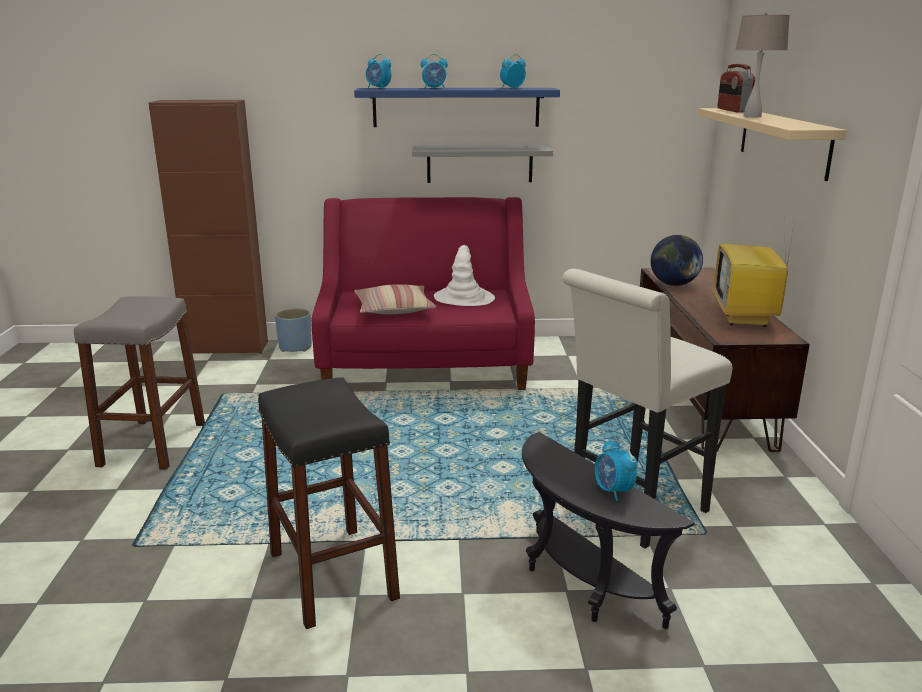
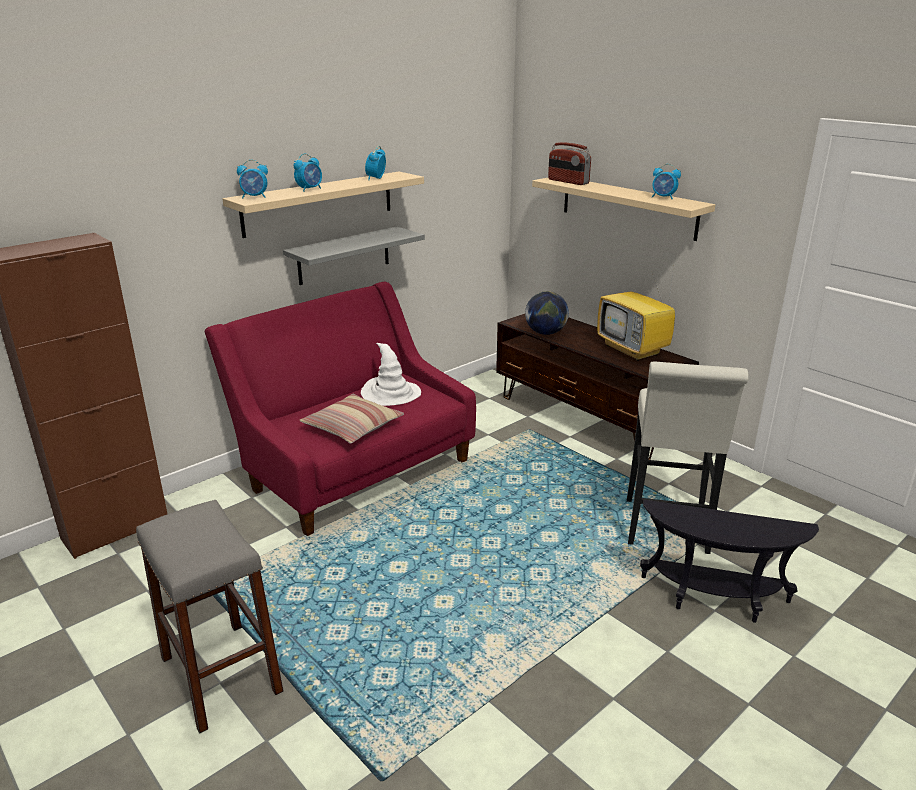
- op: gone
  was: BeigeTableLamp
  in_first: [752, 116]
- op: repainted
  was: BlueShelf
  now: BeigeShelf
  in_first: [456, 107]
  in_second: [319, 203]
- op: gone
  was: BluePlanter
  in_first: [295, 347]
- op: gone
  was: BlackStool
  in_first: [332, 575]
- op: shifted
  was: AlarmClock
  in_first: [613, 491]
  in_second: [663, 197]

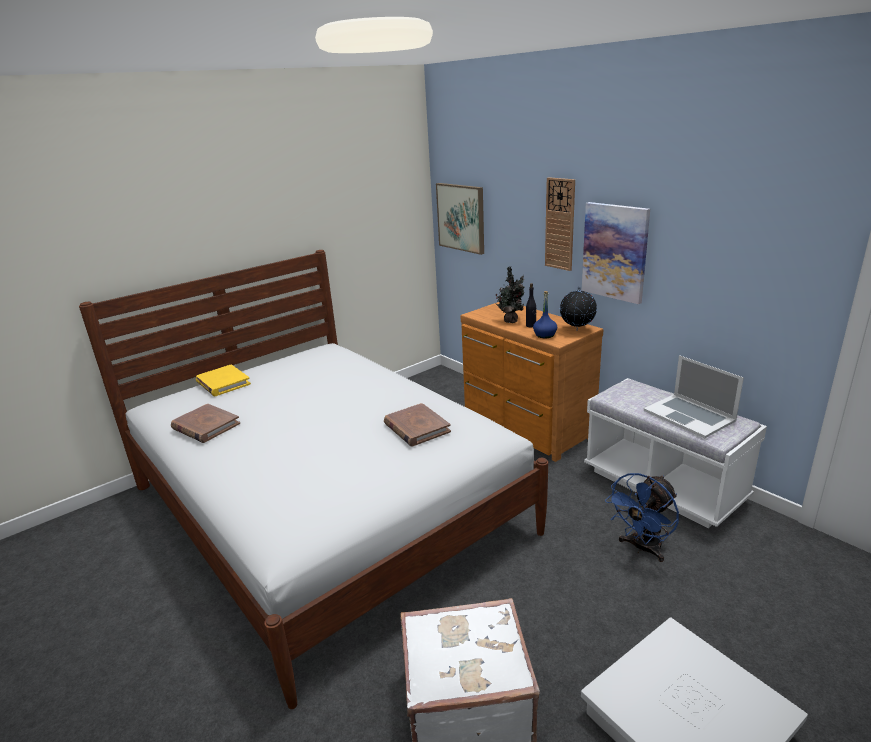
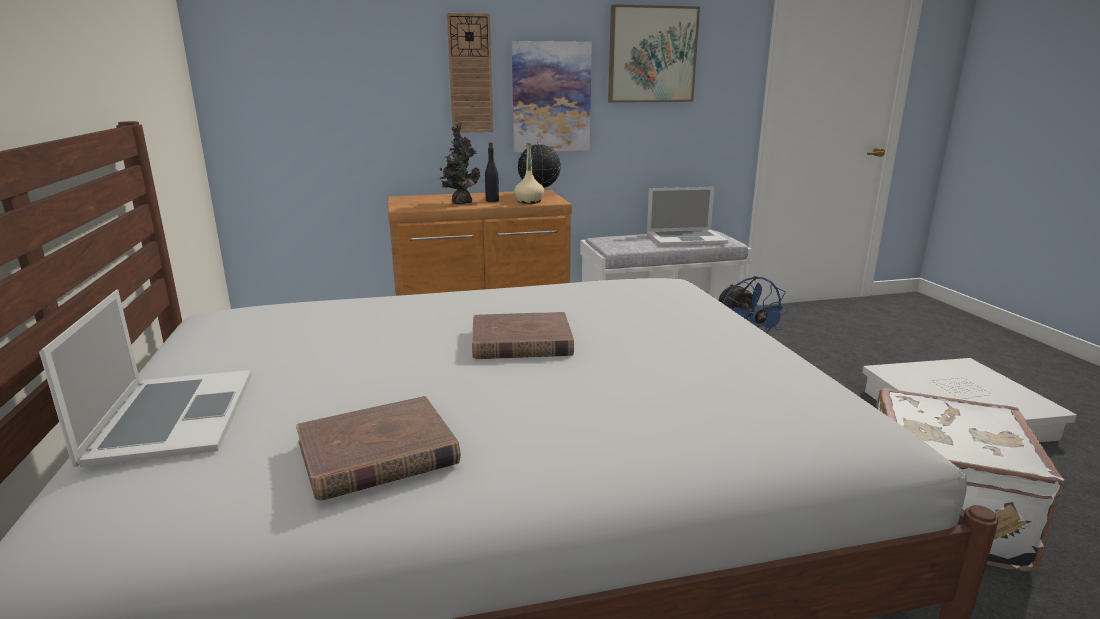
- op: shifted
  was: Picture
  in_first: [461, 217]
  in_second: [652, 55]
- op: repainted
  was: BlueBottle
  now: BeigeBottle
  in_first: [545, 335]
  in_second: [529, 201]
- op: swapped
  was: YellowBook
  now: Laptop
  in_first: [223, 383]
  in_second: [171, 416]
- op: shifted
  was: BrownBook
  in_first: [416, 428]
  in_second: [521, 342]

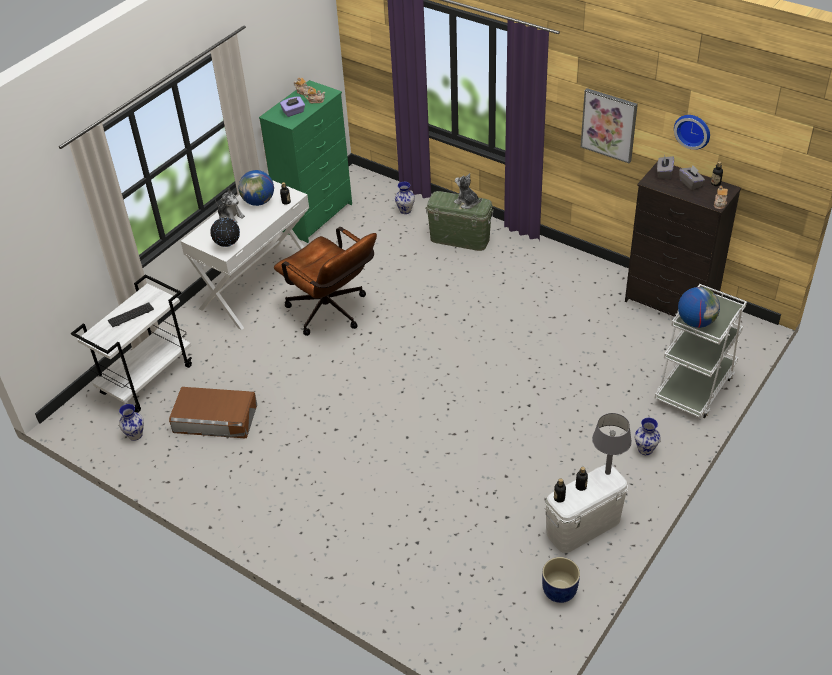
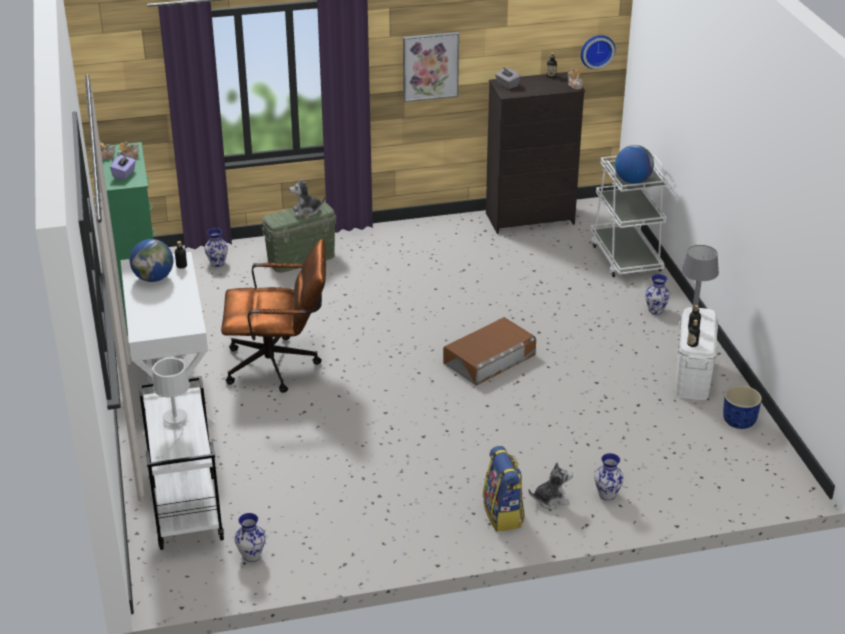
- op: shifted
  was: WallClock
  in_first: [693, 130]
  in_second: [596, 50]
- op: gone
  was: GreyTissueBox
  in_first: [690, 183]
- op: shifted
  was: PlushToy
  in_first: [230, 216]
  in_second: [550, 499]
- op: gone
  was: Globe
  in_first: [228, 246]
- op: swapped
  was: Keyboard
  now: WhiteTableLamp
  in_first: [131, 315]
  in_second: [175, 424]
- op: shifted
  was: BrownStorageBox
  in_first: [215, 418]
  in_second: [489, 359]
- op: new
  now: Backpack
  in_second: [503, 515]
- op: new
  now: Vase
  in_second: [607, 494]

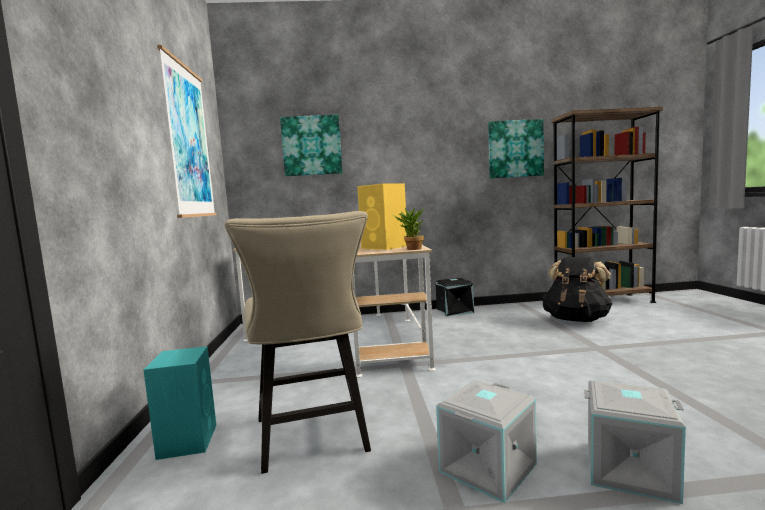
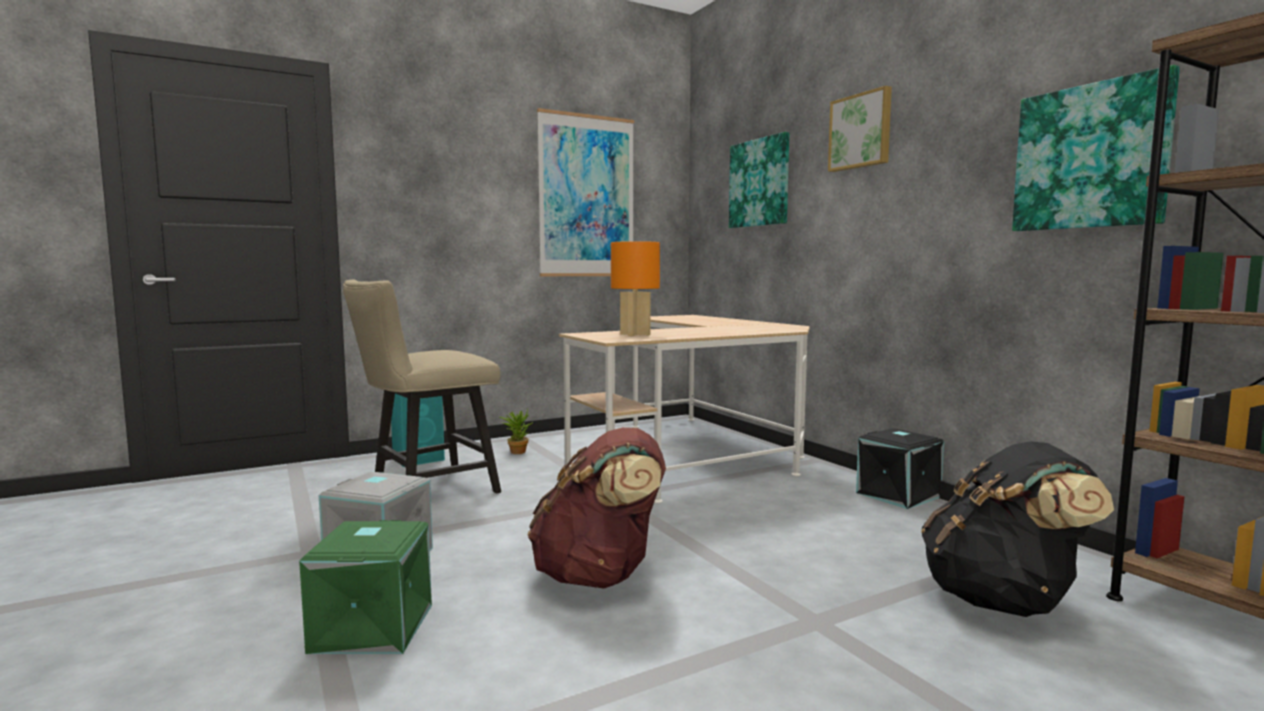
- op: swapped
  was: YellowSpeaker
  now: OrangeTableLamp
  in_first: [385, 247]
  in_second: [635, 334]
- op: shifted
  was: PottedPlant
  in_first: [411, 249]
  in_second: [517, 451]
- op: repainted
  was: GreyStorageBox
  now: GreenStorageBox
  in_first: [629, 471]
  in_second: [370, 627]
- op: new
  now: Picture
  in_second: [861, 131]
- op: new
  now: BrownBackpack
  in_second: [600, 575]

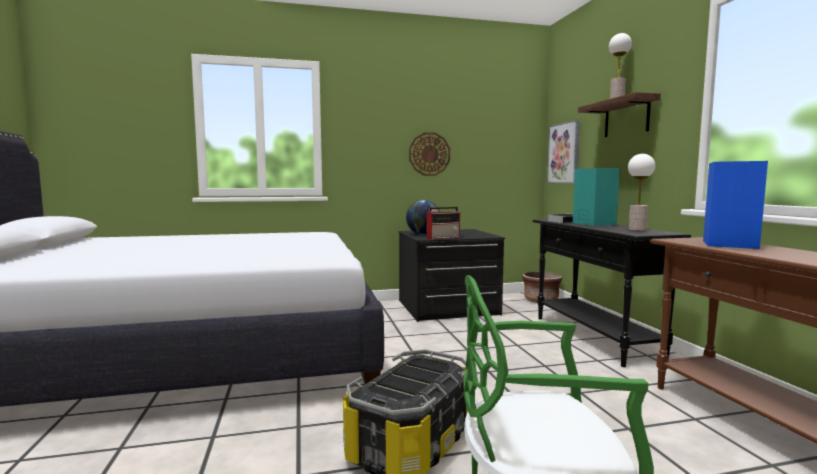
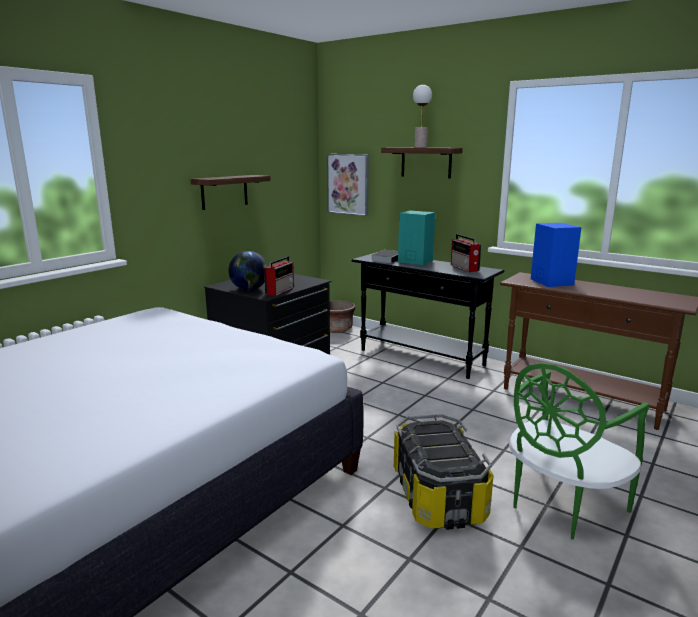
- op: swapped
  was: WallClock
  now: Shelf
  in_first: [429, 154]
  in_second: [224, 192]
- op: swapped
  was: TableLamp
  now: Radio
  in_first: [637, 230]
  in_second: [464, 268]

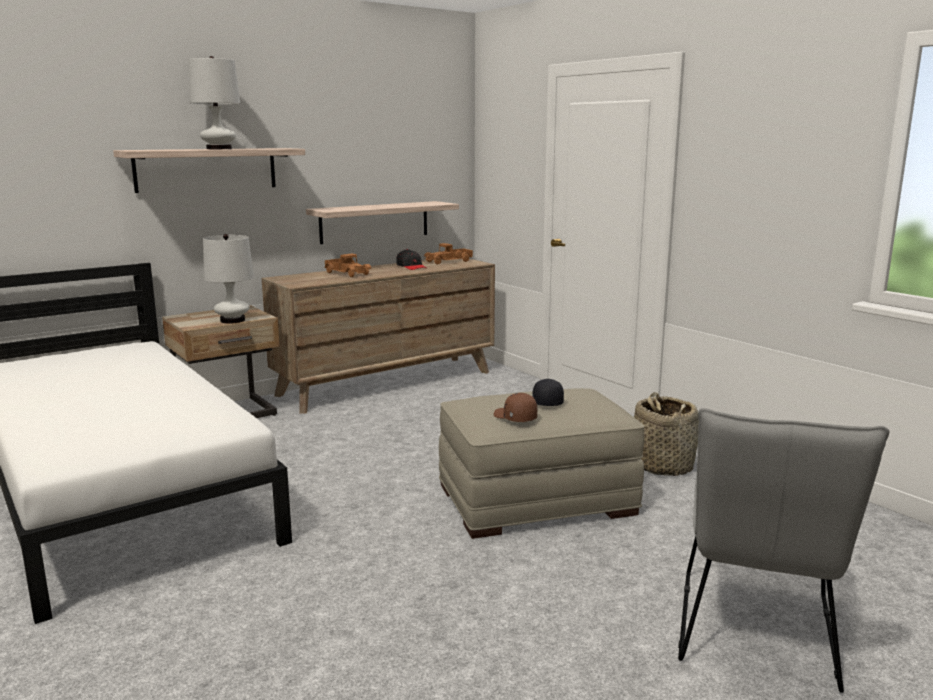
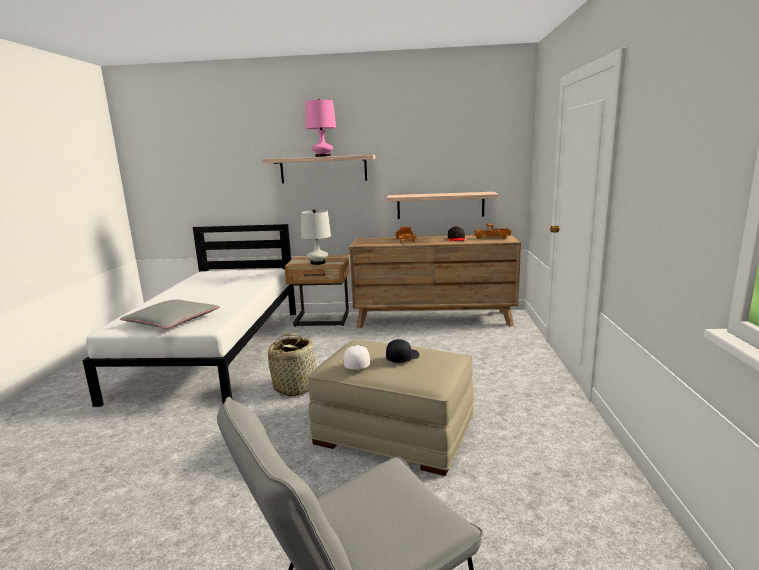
- op: repainted
  was: WhiteTableLamp
  now: PinkTableLamp
  in_first: [219, 149]
  in_second: [323, 156]
- op: shifted
  was: Basket
  in_first: [661, 465]
  in_second: [296, 386]
- op: repainted
  was: BrownCap
  now: WhiteCap
  in_first: [514, 417]
  in_second: [356, 364]
- op: new
  now: GreyPillow
  in_second: [172, 321]

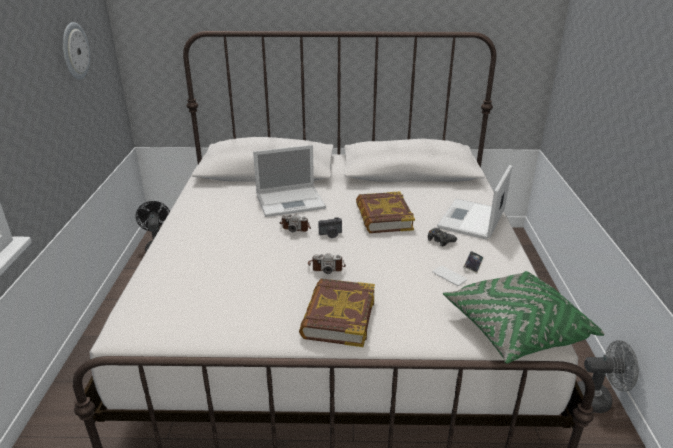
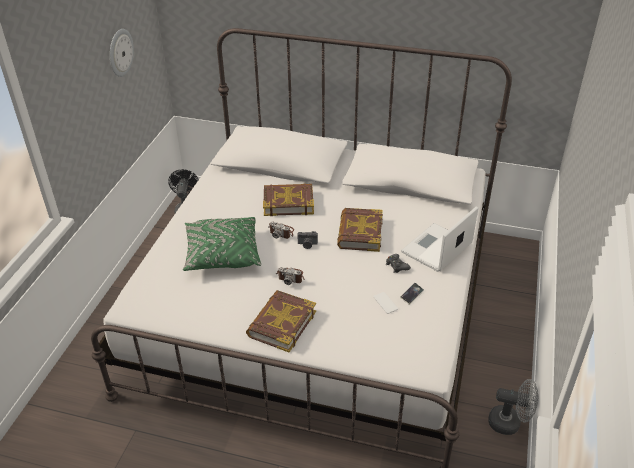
- op: swapped
  was: Laptop
  now: Book
  in_first: [291, 201]
  in_second: [288, 203]
- op: shifted
  was: GreenPillow
  in_first: [515, 330]
  in_second: [222, 254]

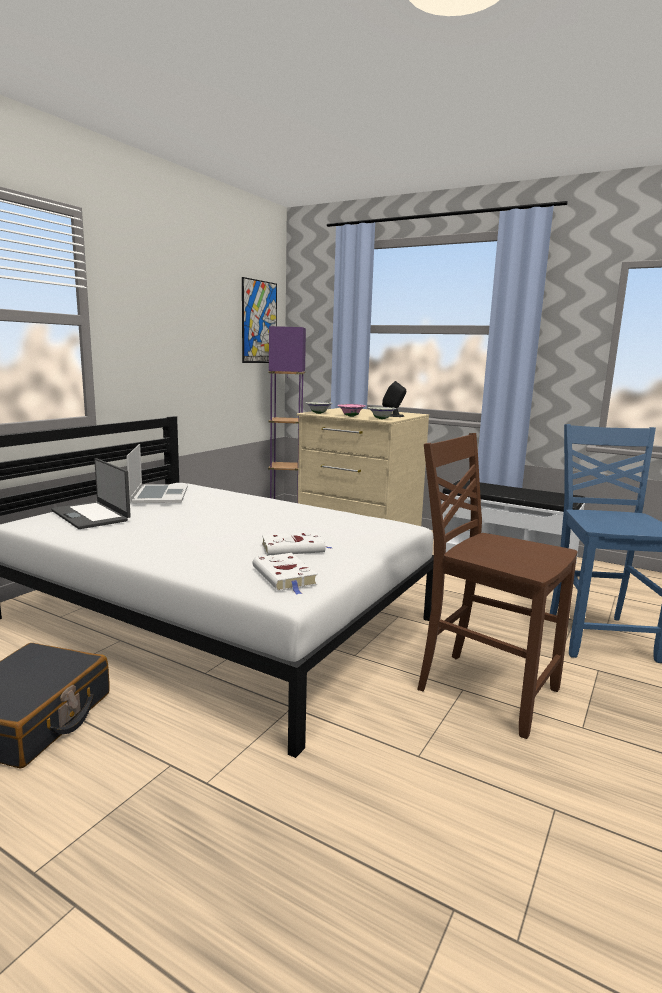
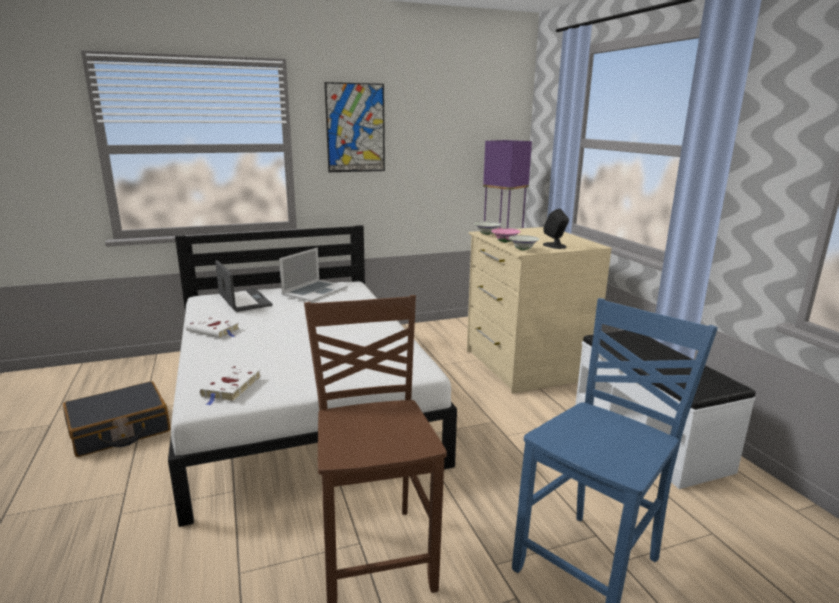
- op: shifted
  was: Picture
  in_first: [259, 322]
  in_second: [355, 128]
- op: rotated
  was: Laptop
  in_first: [91, 515]
  in_second: [244, 300]
  clockwise: 150
- op: shifted
  was: WhiteBook
  in_first: [295, 548]
  in_second: [214, 330]

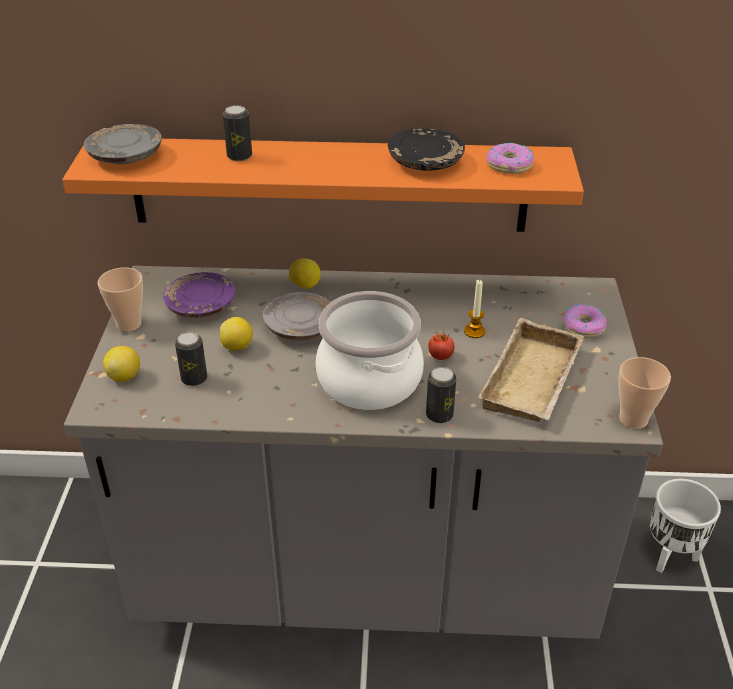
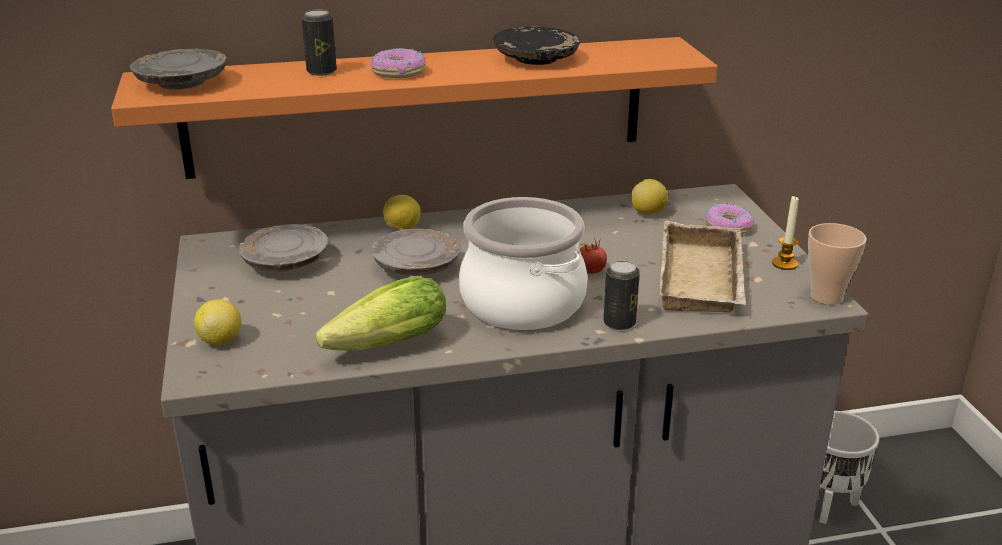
- op: shifted
  was: Donut
  in_first: [509, 165]
  in_second: [398, 72]
- op: gone
  was: Cup
  in_first: [129, 324]
- op: repainted
  was: PurplePlate
  now: GreyPlate
  in_first: [201, 306]
  in_second: [285, 262]
- op: shifted
  was: Candle
  in_first: [474, 331]
  in_second: [784, 264]
- op: shifted
  was: Lemon
  in_first: [237, 347]
  in_second: [648, 213]
- op: gone
  was: Can
  in_first: [194, 378]
- op: new
  now: Lettuce
  in_second: [382, 347]

